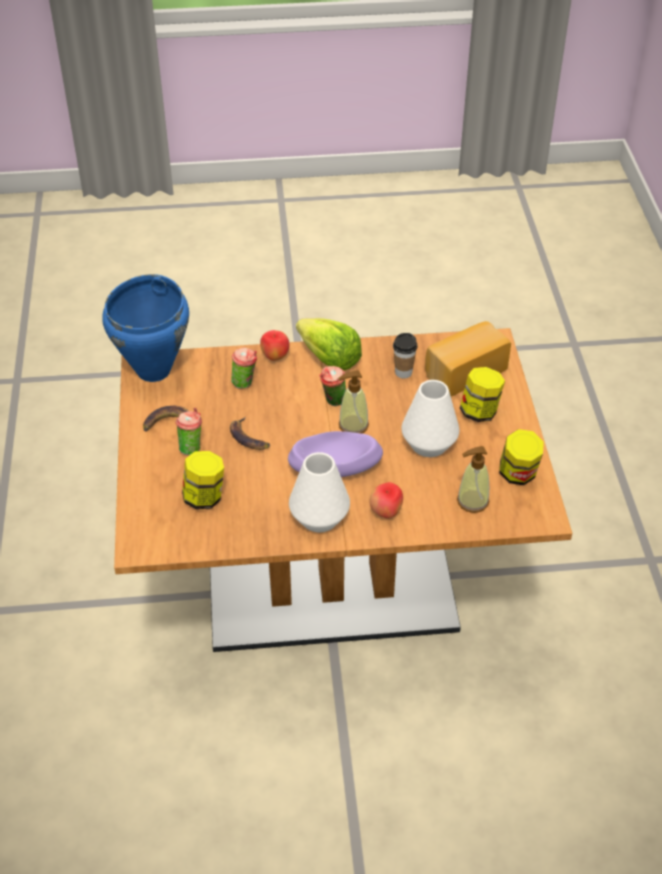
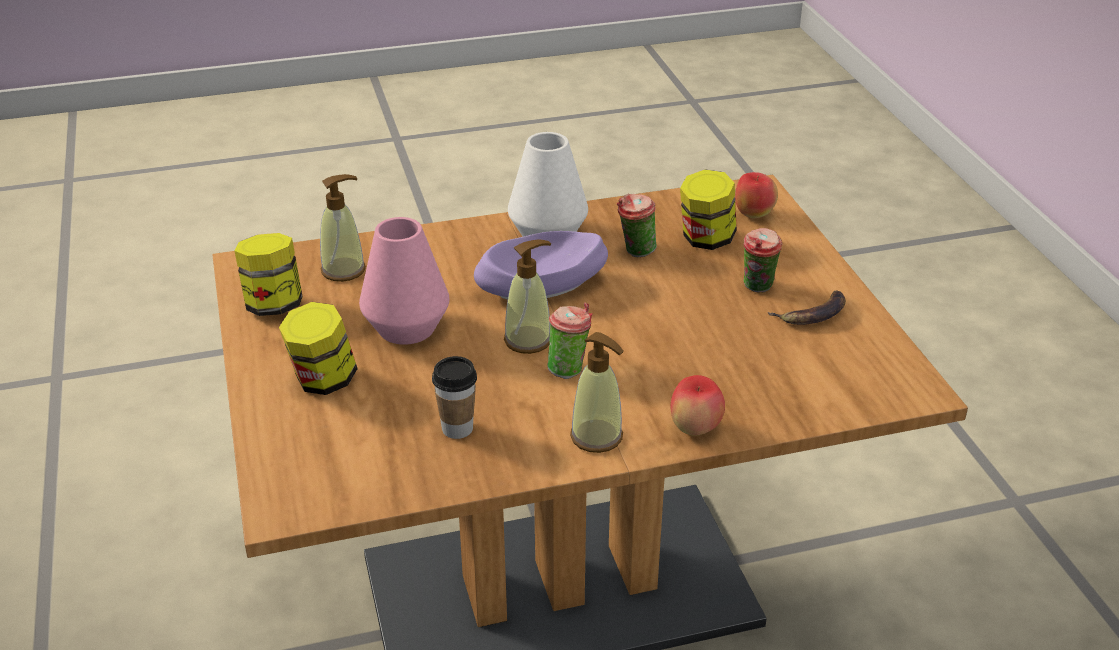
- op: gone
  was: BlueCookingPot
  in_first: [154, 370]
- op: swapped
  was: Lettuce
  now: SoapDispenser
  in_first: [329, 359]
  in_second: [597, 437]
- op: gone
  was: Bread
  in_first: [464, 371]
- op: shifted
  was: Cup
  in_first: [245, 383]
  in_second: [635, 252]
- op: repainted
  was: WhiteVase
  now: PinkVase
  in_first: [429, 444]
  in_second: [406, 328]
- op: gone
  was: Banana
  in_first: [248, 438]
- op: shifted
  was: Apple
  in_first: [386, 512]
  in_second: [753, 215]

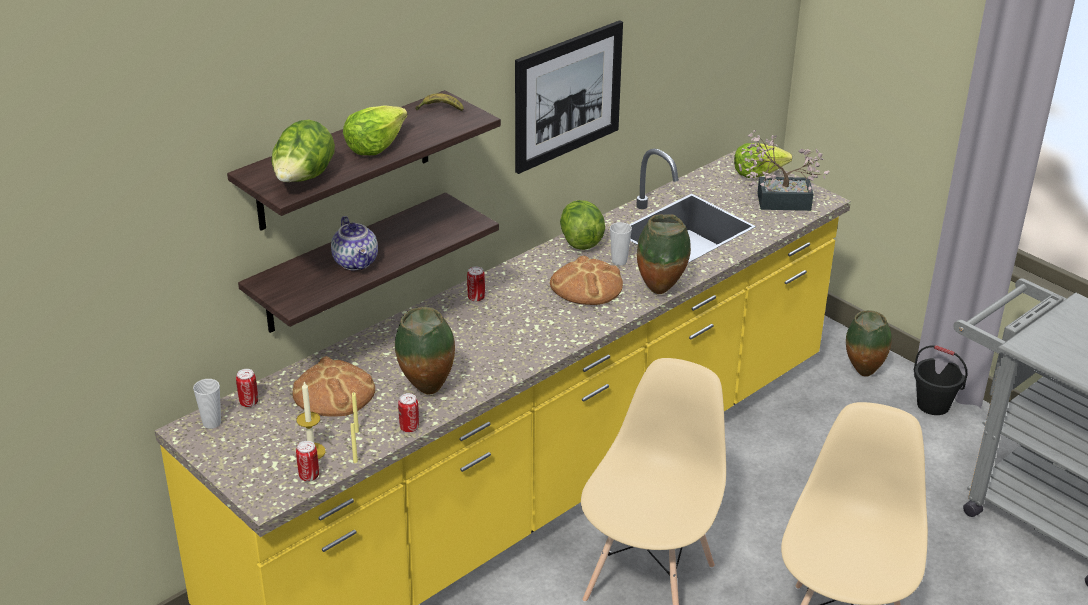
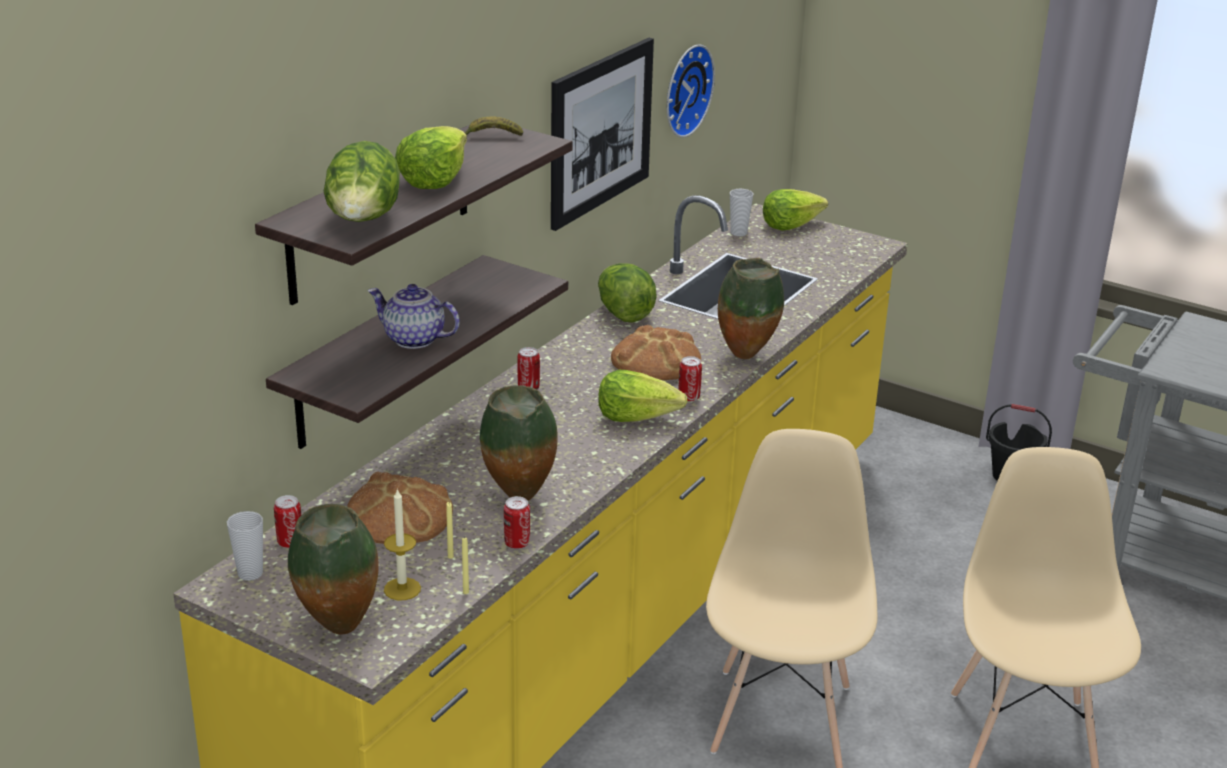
- op: gone
  was: PottedPlant
  in_first: [776, 201]
- op: rotated
  was: Teapot
  in_first: [357, 262]
  in_second: [413, 340]
  clockwise: 150
- op: shifted
  was: Cup
  in_first: [619, 261]
  in_second: [738, 233]
- op: shifted
  was: Vase
  in_first: [863, 374]
  in_second: [339, 631]
- op: shifted
  was: Can
  in_first: [309, 476]
  in_second: [689, 397]
- op: new
  now: WallClock
  in_second: [684, 89]
- op: new
  now: Lettuce
  in_second: [637, 416]

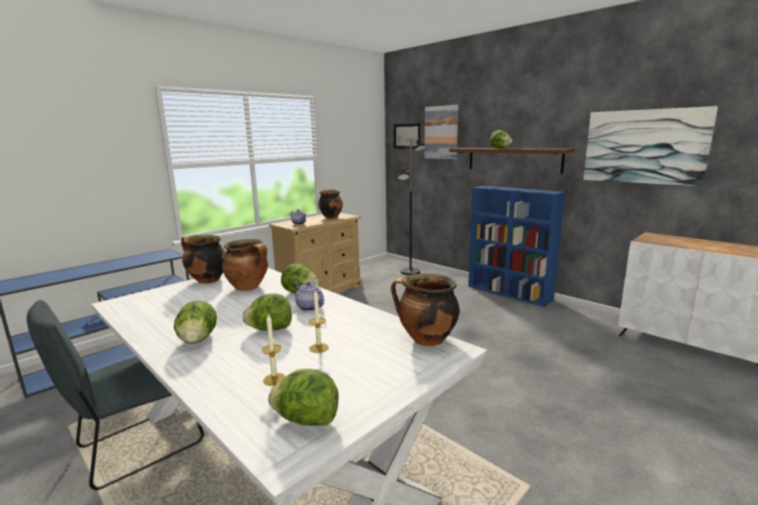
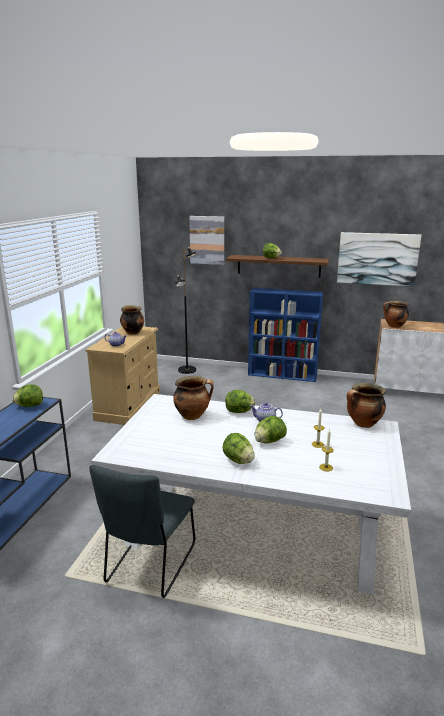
- op: gone
  was: Picture
  in_first: [407, 136]
- op: shifted
  was: CookingPot
  in_first: [206, 280]
  in_second: [394, 326]
- op: shifted
  was: Lettuce
  in_first: [306, 420]
  in_second: [29, 406]

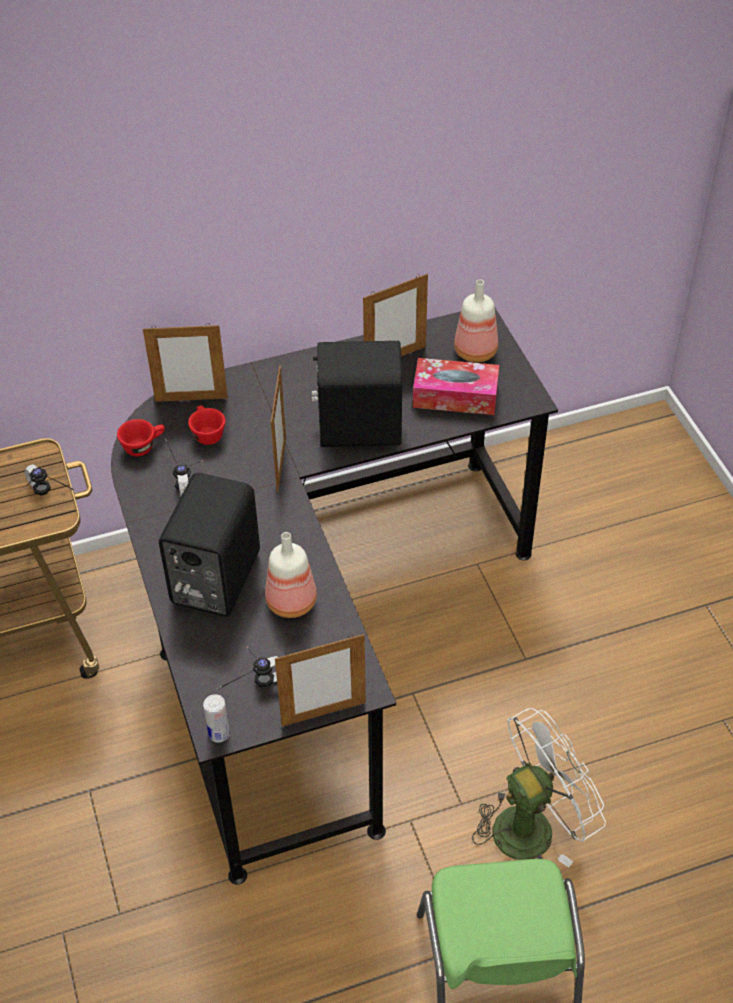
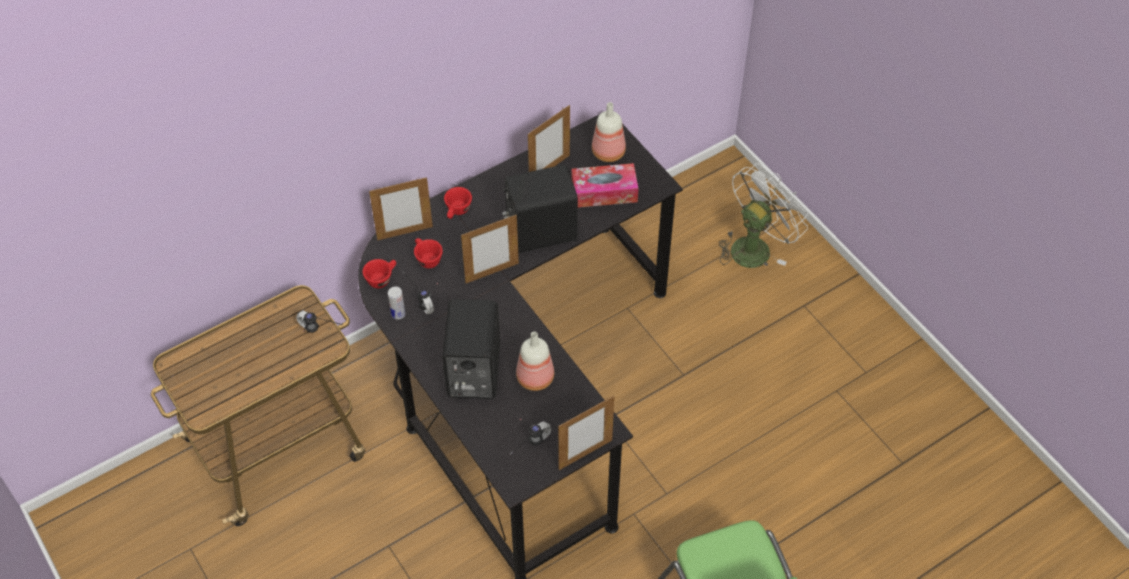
- op: rotated
  was: PictureFrame
  in_first: [281, 464]
  in_second: [492, 273]
  clockwise: 75
- op: shifted
  was: Can
  in_first: [219, 734]
  in_second: [398, 314]
- op: shifted
  was: WhiteFan
  in_first: [533, 824]
  in_second: [755, 246]
- op: new
  now: RedCup
  in_second: [457, 211]

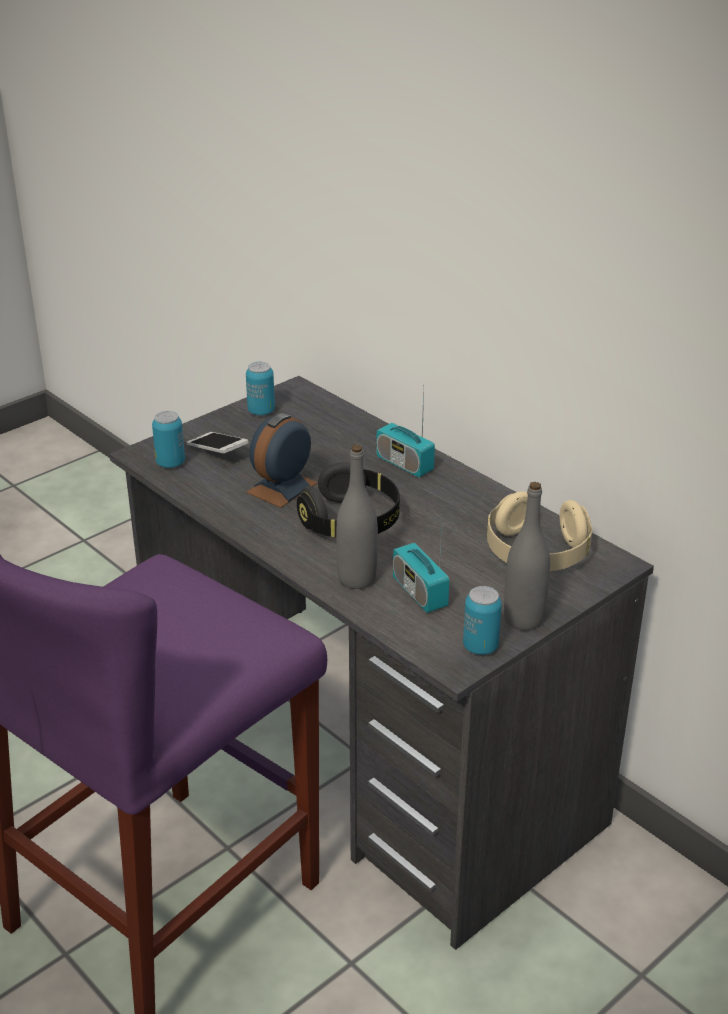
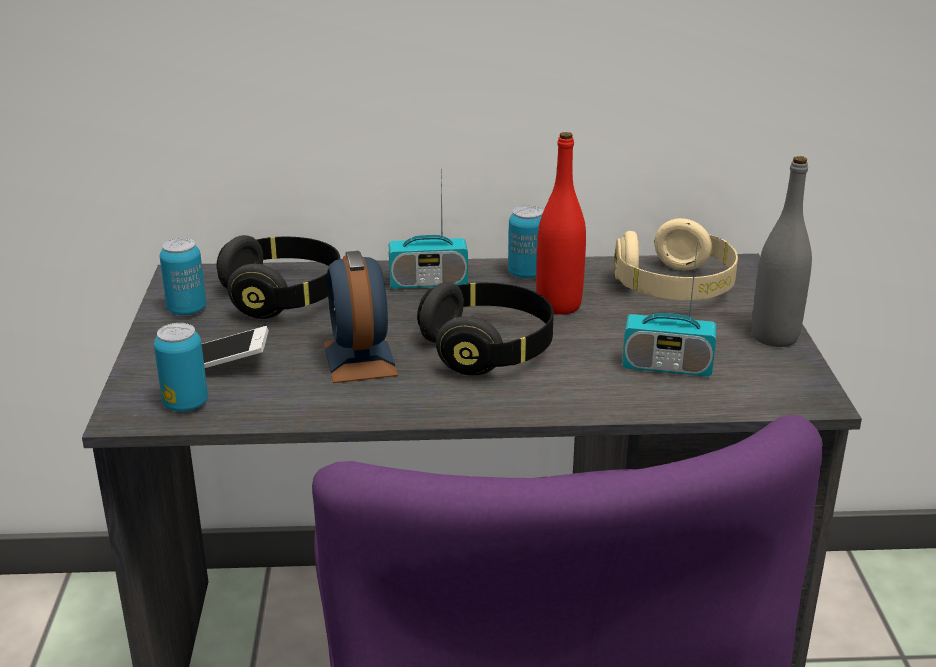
- op: gone
  was: GreyBottle
  in_first: [357, 579]
- op: shifted
  was: Can
  in_first: [480, 646]
  in_second: [526, 274]
- op: new
  now: RedBottle
  in_second: [558, 305]
- op: new
  now: BlackHeadphones
  in_second: [283, 297]

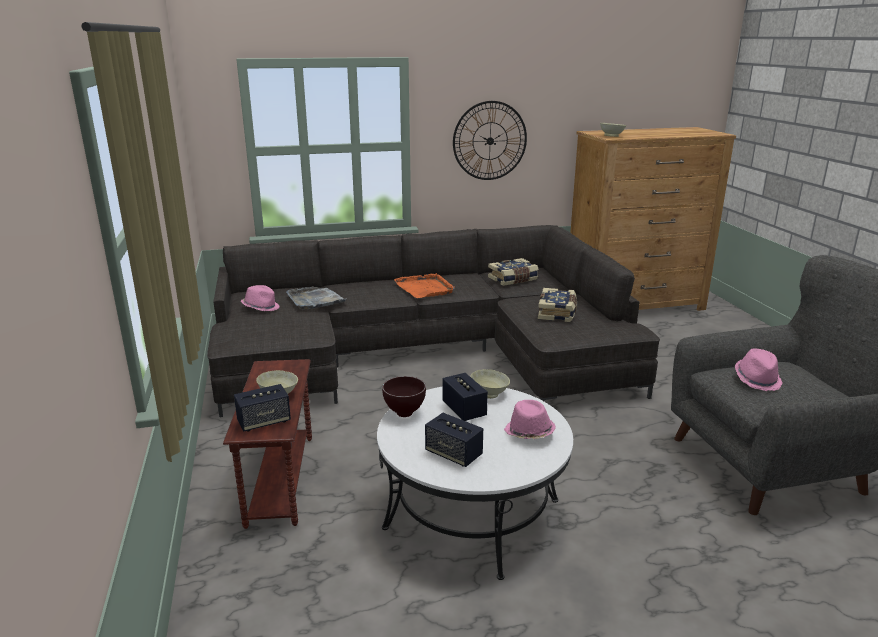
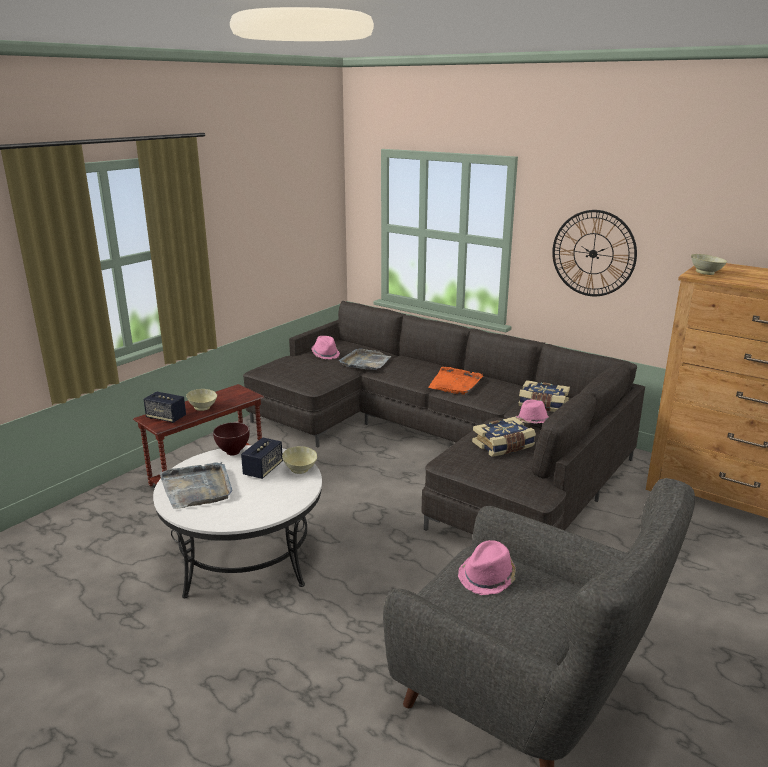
- op: shifted
  was: PinkHat
  in_first: [529, 433]
  in_second: [532, 422]
- op: swapped
  was: Speaker
  now: GreyTray
  in_first: [453, 454]
  in_second: [197, 488]

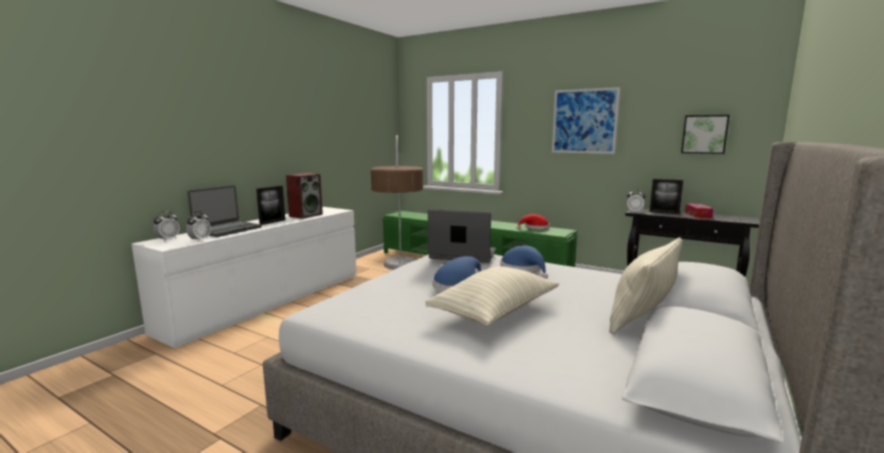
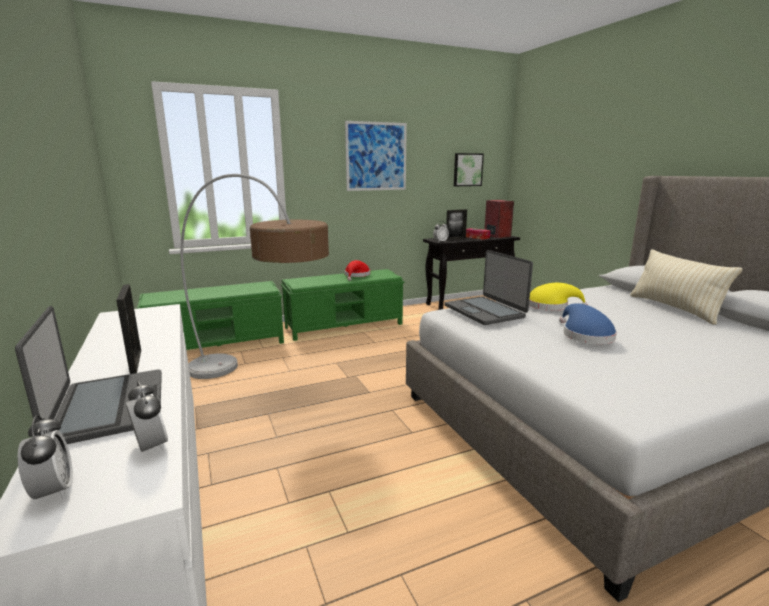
- op: shifted
  was: Speaker
  in_first: [306, 215]
  in_second: [496, 236]
- op: rotated
  was: Laptop
  in_first: [462, 255]
  in_second: [485, 311]
  clockwise: -75
- op: repainted
  was: BlueHat
  now: YellowHat
  in_first: [523, 269]
  in_second: [550, 306]
- op: gone
  was: BeigePillow
  in_first: [495, 312]

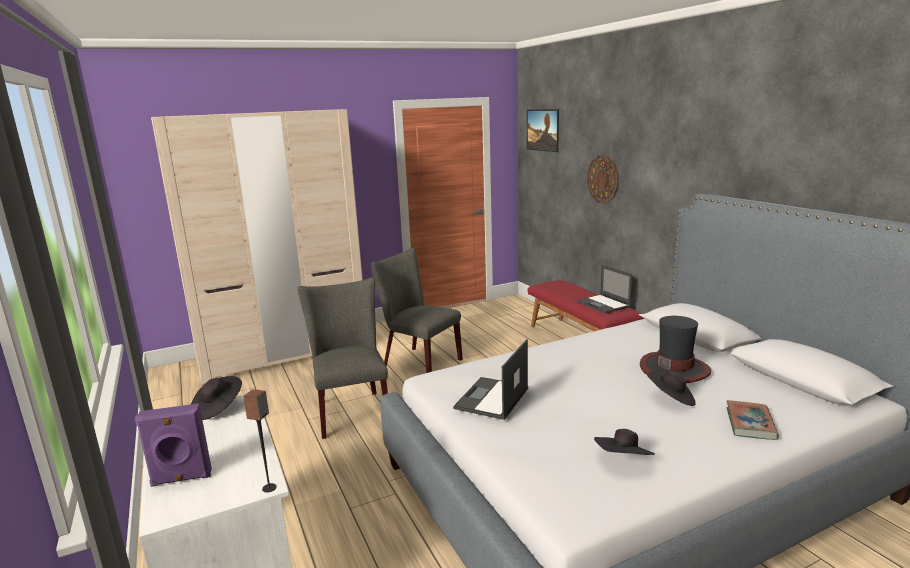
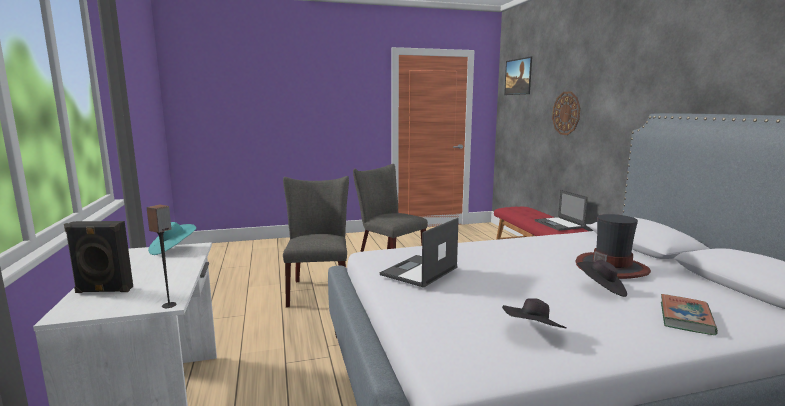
- op: gone
  was: BeigeWardrobe
  in_first: [284, 354]
- op: repainted
  was: BlackHat
  now: TurquoiseHat
  in_first: [217, 408]
  in_second: [173, 249]
- op: repainted
  was: PurpleSpeaker
  now: BlackSpeaker
  in_first: [181, 479]
  in_second: [103, 291]

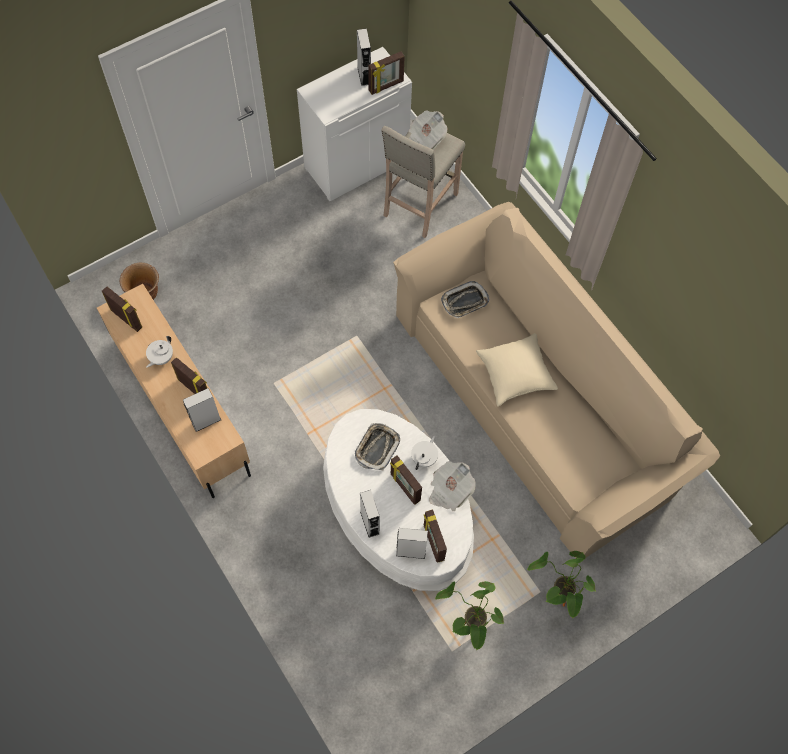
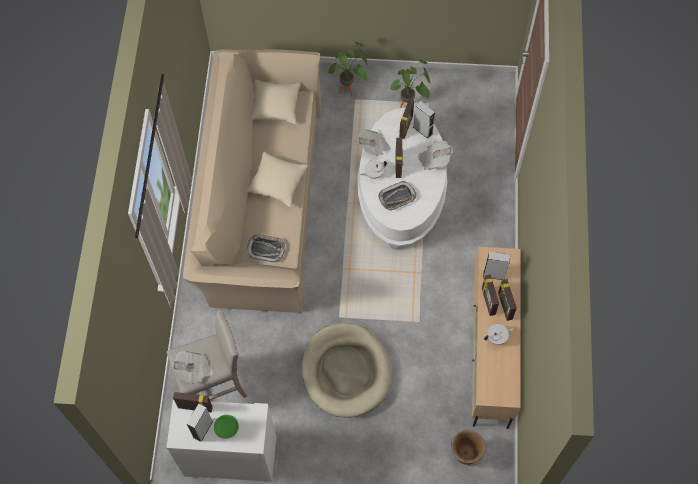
- op: shifted
  was: PictureFrame
  in_first: [127, 318]
  in_second: [504, 306]
- op: swapped
  was: GreySpeaker
  now: Newspaper
  in_first: [369, 522]
  in_second: [434, 159]
- op: new
  now: BeigePillow
  in_second: [275, 106]
- op: new
  now: BeigeDogBed
  in_second: [346, 371]
- op: new
  now: GreenBowl
  in_second: [227, 428]

